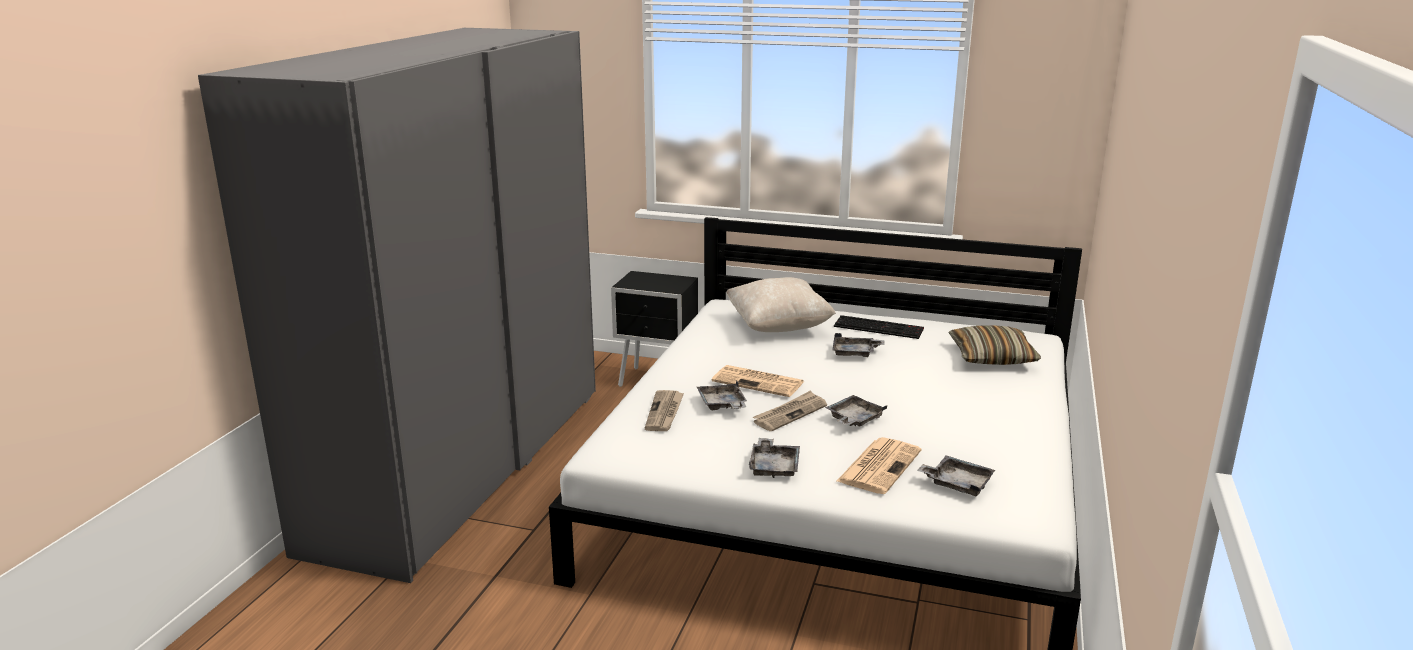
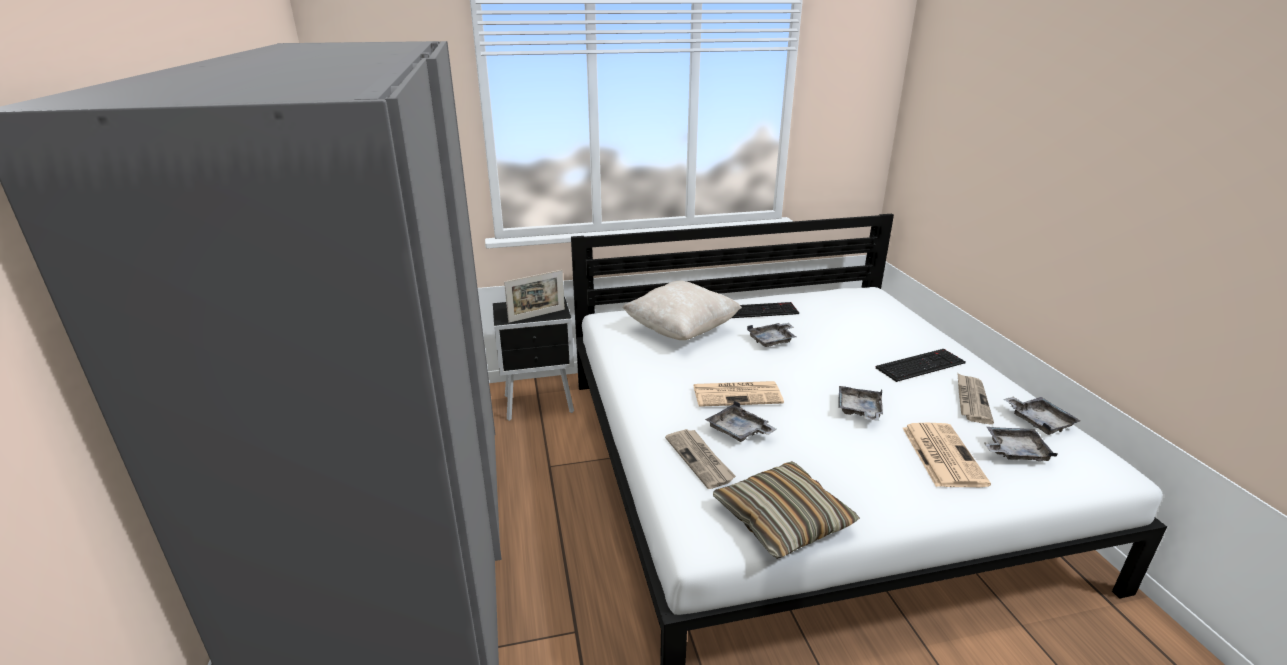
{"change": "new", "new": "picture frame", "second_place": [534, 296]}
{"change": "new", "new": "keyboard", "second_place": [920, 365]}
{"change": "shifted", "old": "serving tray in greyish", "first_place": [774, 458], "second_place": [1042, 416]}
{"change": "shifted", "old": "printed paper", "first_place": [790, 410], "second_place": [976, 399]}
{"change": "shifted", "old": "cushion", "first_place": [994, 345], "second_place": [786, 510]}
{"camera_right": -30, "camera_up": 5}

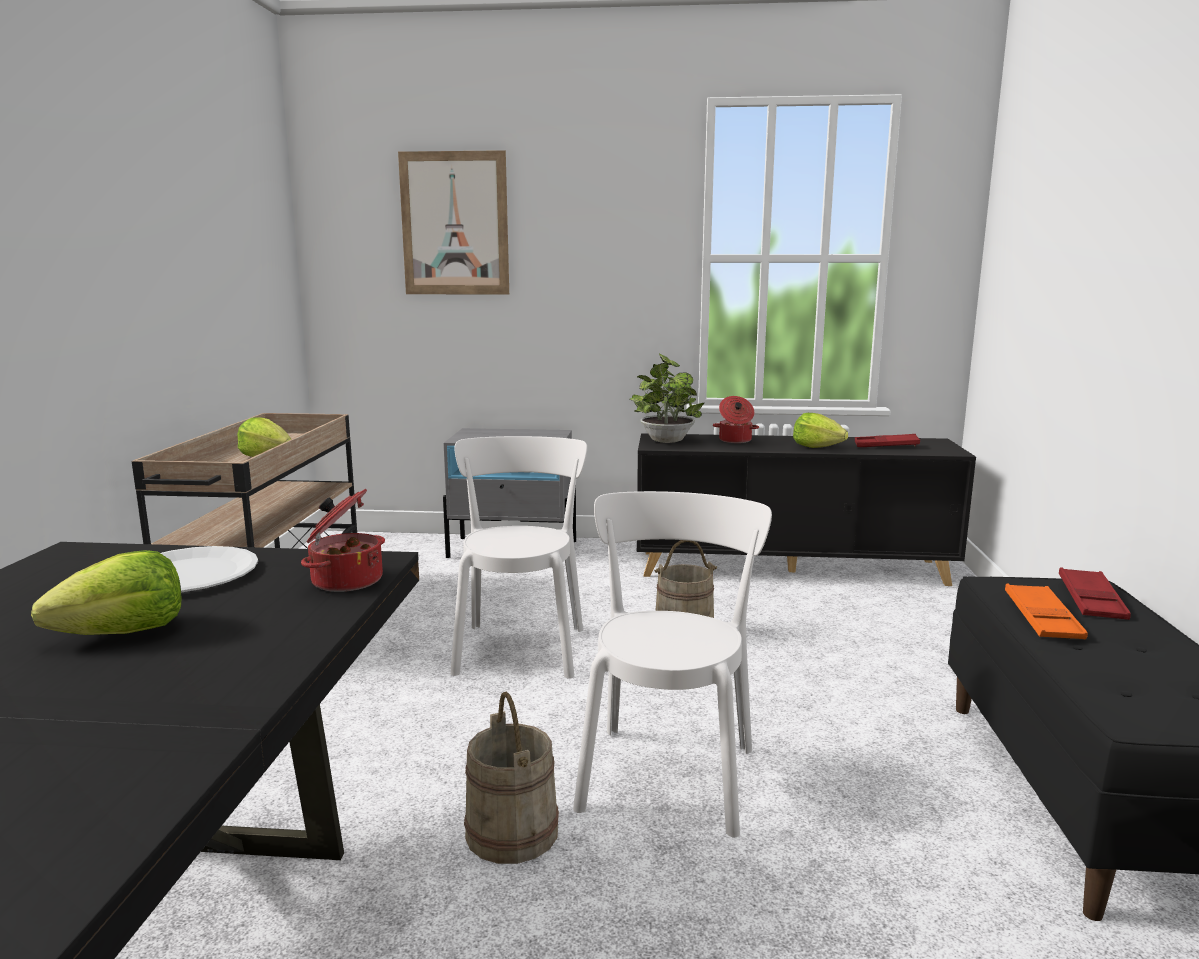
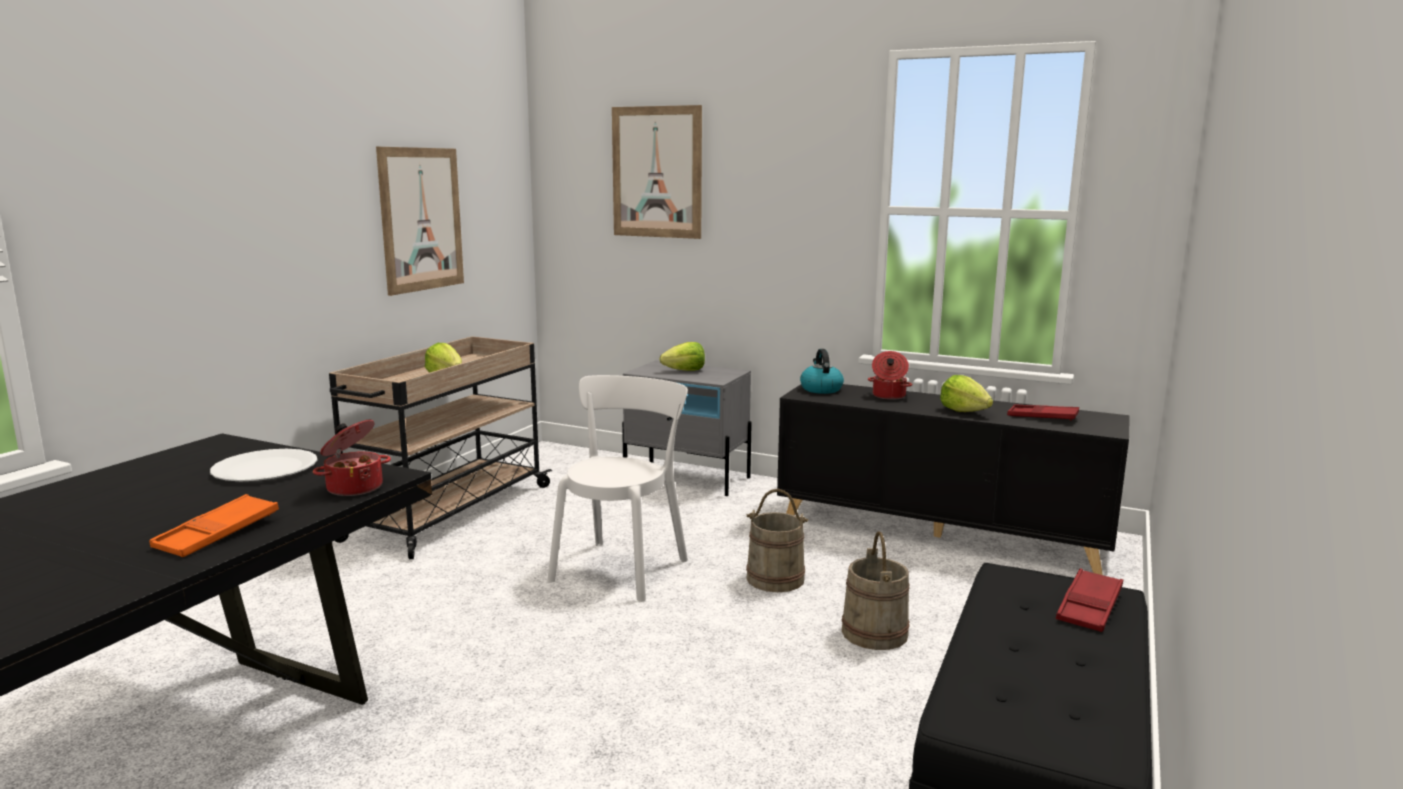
{"change": "gone", "old": "plain chair in white-coloured", "first_place": [672, 664]}
{"change": "new", "new": "wall picture", "second_place": [420, 221]}
{"change": "shifted", "old": "head of lettuce", "first_place": [106, 592], "second_place": [682, 356]}
{"change": "shifted", "old": "water bucket in beige-coloured", "first_place": [511, 778], "second_place": [875, 590]}
{"change": "shifted", "old": "serving tray in orangey", "first_place": [1046, 611], "second_place": [214, 525]}
{"change": "swapped", "old": "plant in a pot", "new": "tea kettle", "first_place": [667, 398], "second_place": [822, 371]}
{"camera_right": 20, "camera_up": 0}

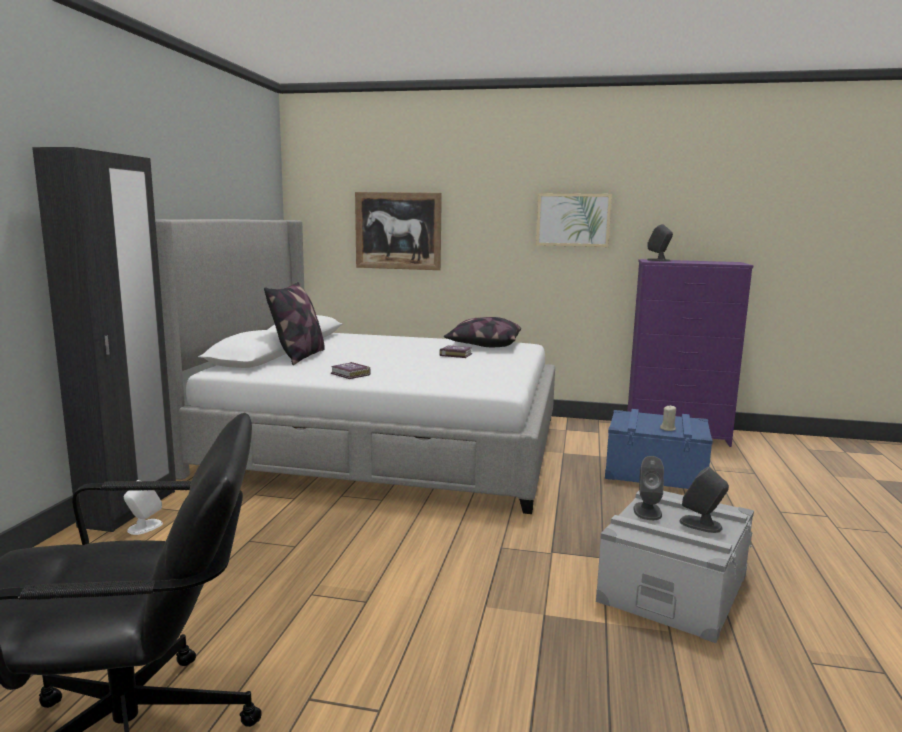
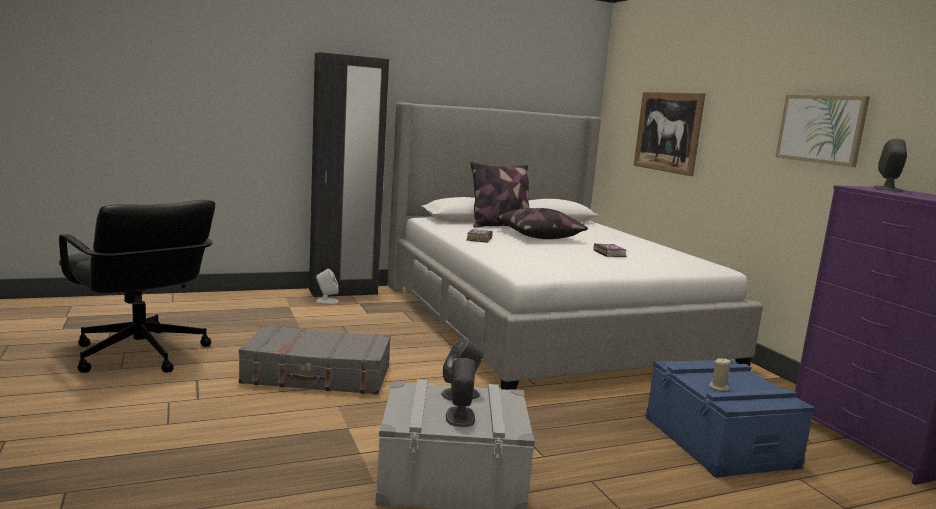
{"change": "new", "new": "piece of luggage in greyish", "second_place": [315, 360]}
{"change": "shifted", "old": "cushion", "first_place": [482, 332], "second_place": [541, 223]}
{"camera_right": 55, "camera_up": 0}

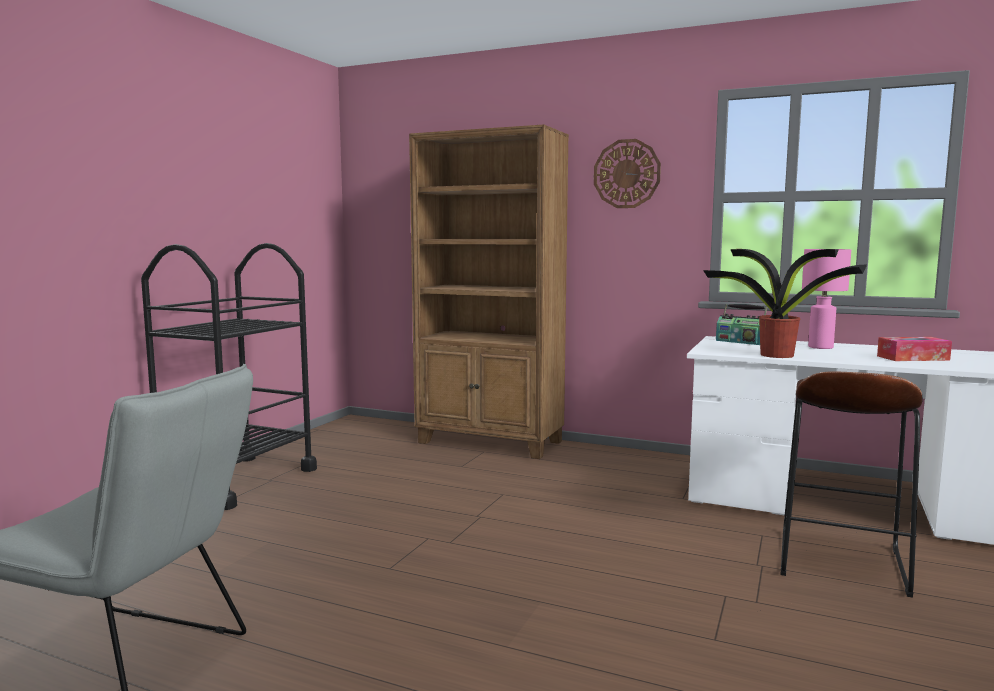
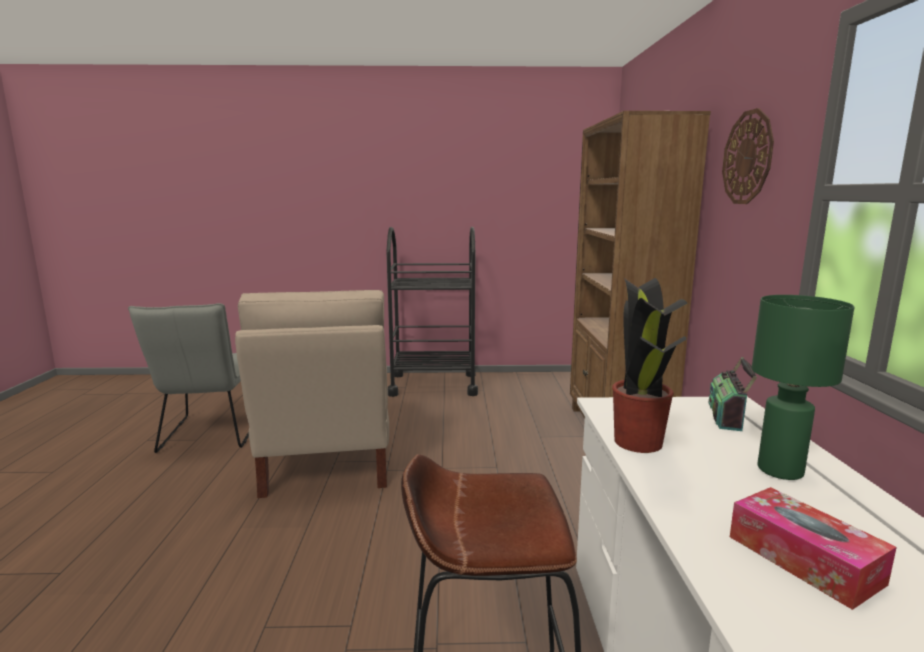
{"change": "new", "new": "plain chair in beige-coloured", "second_place": [312, 394]}
{"change": "repainted", "old": "lamp for a table in pinkish", "new": "lamp for a table in green", "first_place": [826, 299], "second_place": [803, 387]}
{"camera_right": 65, "camera_up": 5}

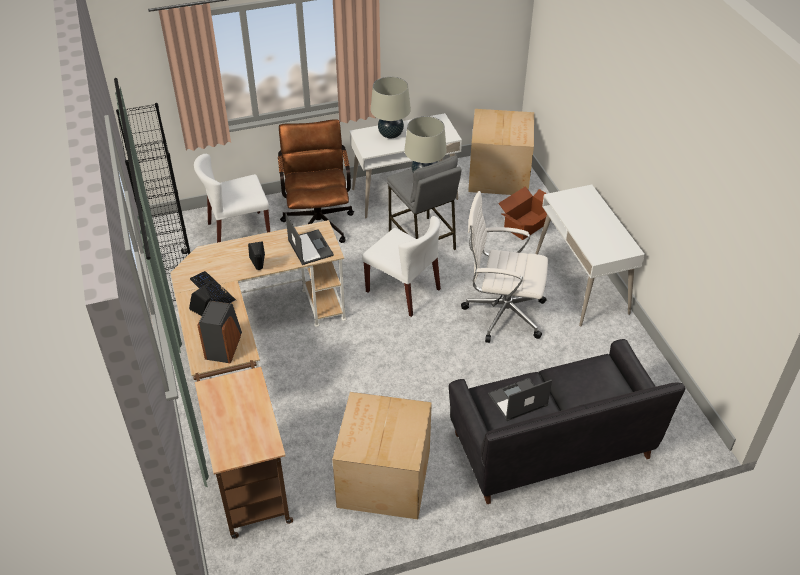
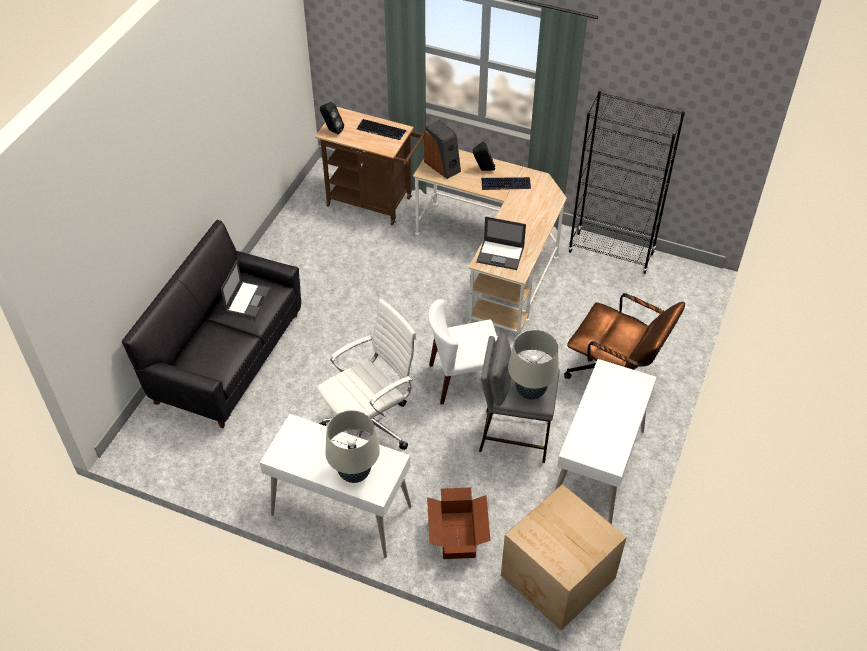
{"change": "gone", "old": "plain chair in white-coloured", "first_place": [232, 198]}
{"change": "gone", "old": "cardboard box", "first_place": [382, 455]}
{"change": "new", "new": "keyboard", "second_place": [381, 129]}
{"change": "shifted", "old": "audio speaker in black", "first_place": [256, 255], "second_place": [332, 118]}
{"change": "shifted", "old": "lamp for a table in beige-coloured", "first_place": [391, 107], "second_place": [352, 446]}
{"camera_right": 130, "camera_up": 5}

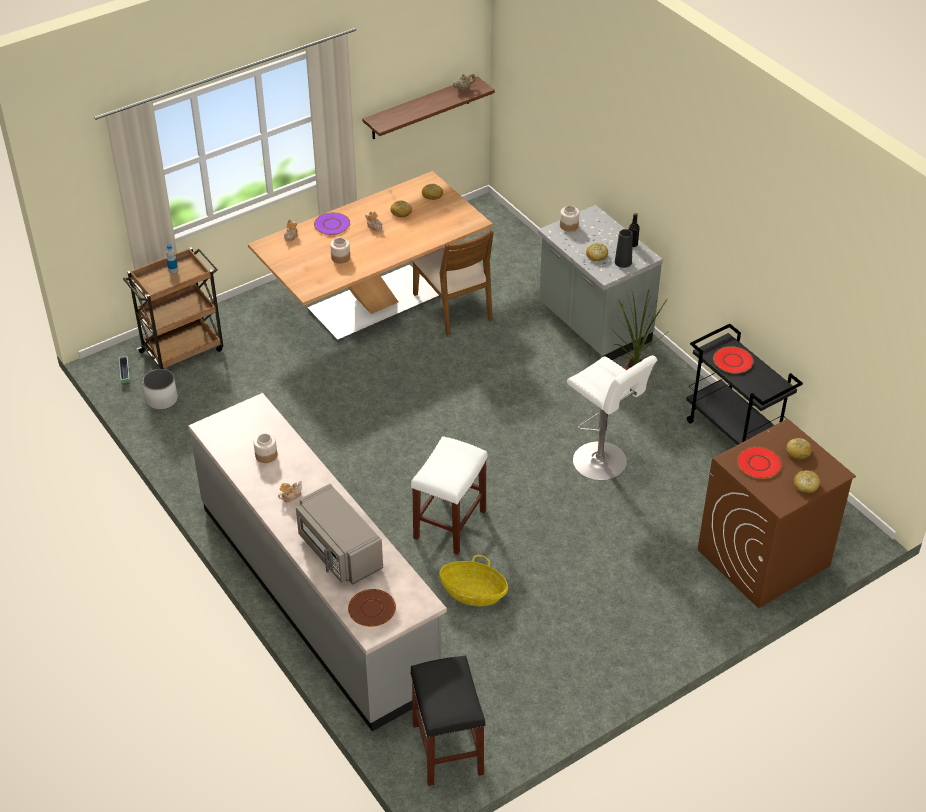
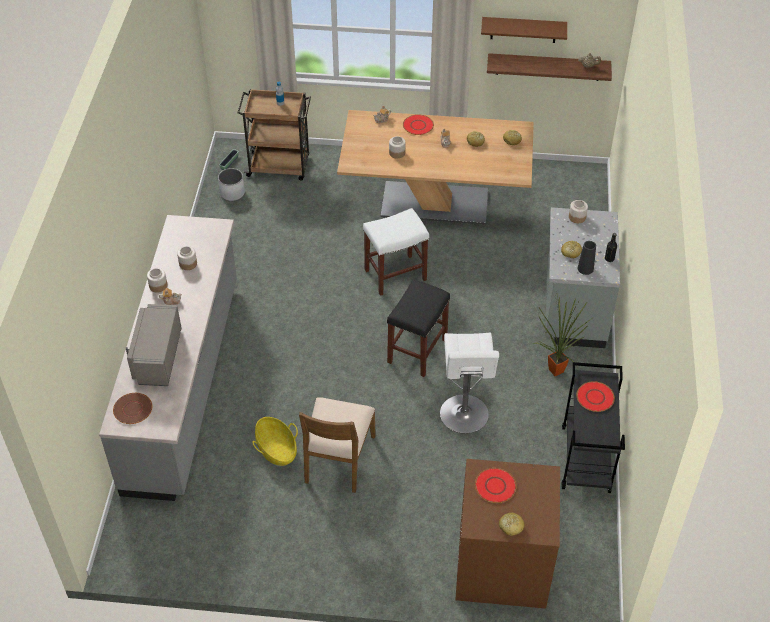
{"change": "gone", "old": "baked bread", "first_place": [799, 449]}
{"change": "new", "new": "storage jar", "second_place": [157, 280]}
{"change": "new", "new": "shelf in brown", "second_place": [524, 30]}
{"change": "shifted", "old": "stool in black", "first_place": [448, 721], "second_place": [418, 328]}
{"change": "shifted", "old": "stool in white-coloured", "first_place": [449, 495], "second_place": [396, 252]}
{"change": "shifted", "old": "plain chair in brown", "first_place": [453, 283], "second_place": [337, 445]}
{"change": "repainted", "old": "plate in purple", "new": "plate in red", "first_place": [332, 223], "second_place": [418, 124]}
{"camera_right": 40, "camera_up": 5}

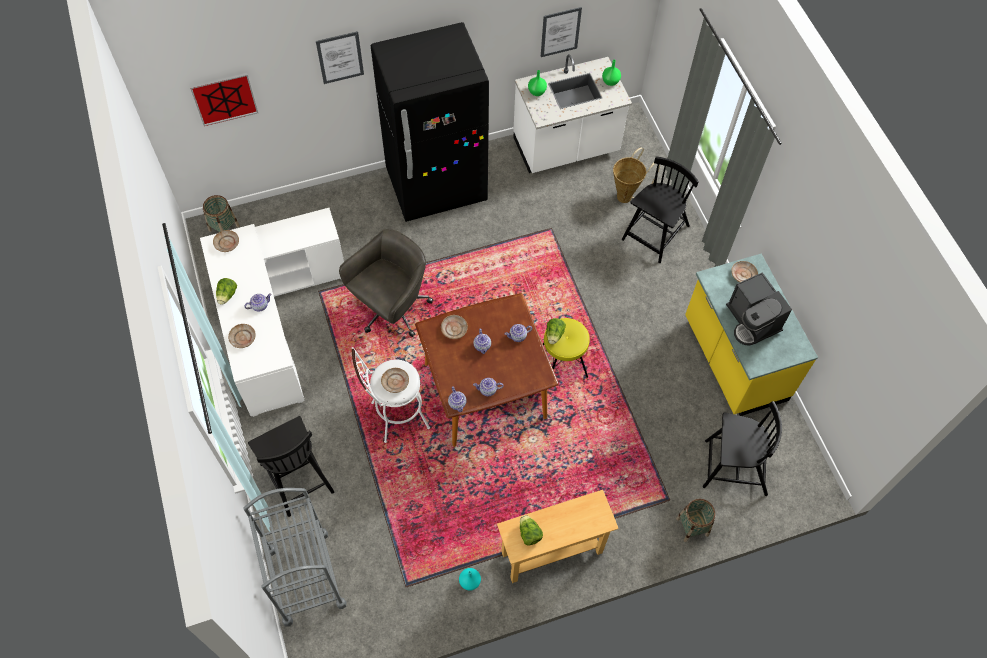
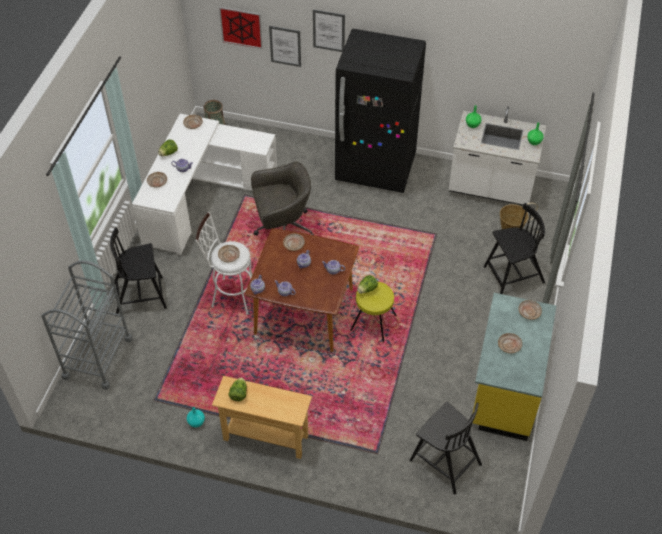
{"change": "gone", "old": "storage basket", "first_place": [695, 520]}
{"change": "shifted", "old": "wall picture", "first_place": [561, 32], "second_place": [285, 46]}
{"change": "swapped", "old": "coffee brewer", "new": "plate in beige-coloured", "first_place": [759, 308], "second_place": [510, 343]}
{"change": "rotated", "old": "plain chair in black", "first_place": [291, 466], "second_place": [138, 270], "degrees": 75}
{"camera_right": 35, "camera_up": -10}

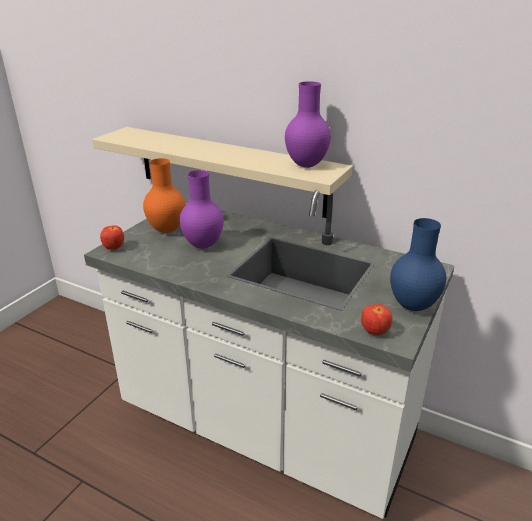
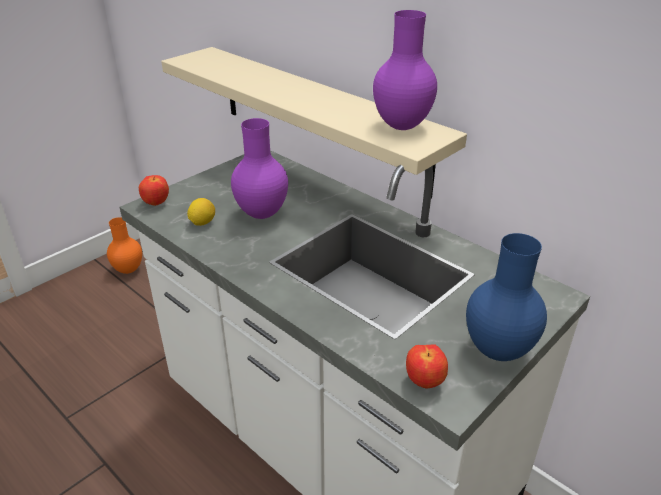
{"change": "new", "new": "lemon", "second_place": [201, 212]}
{"change": "shifted", "old": "decorative vase in orangey", "first_place": [164, 195], "second_place": [124, 245]}
{"camera_right": 15, "camera_up": 5}

